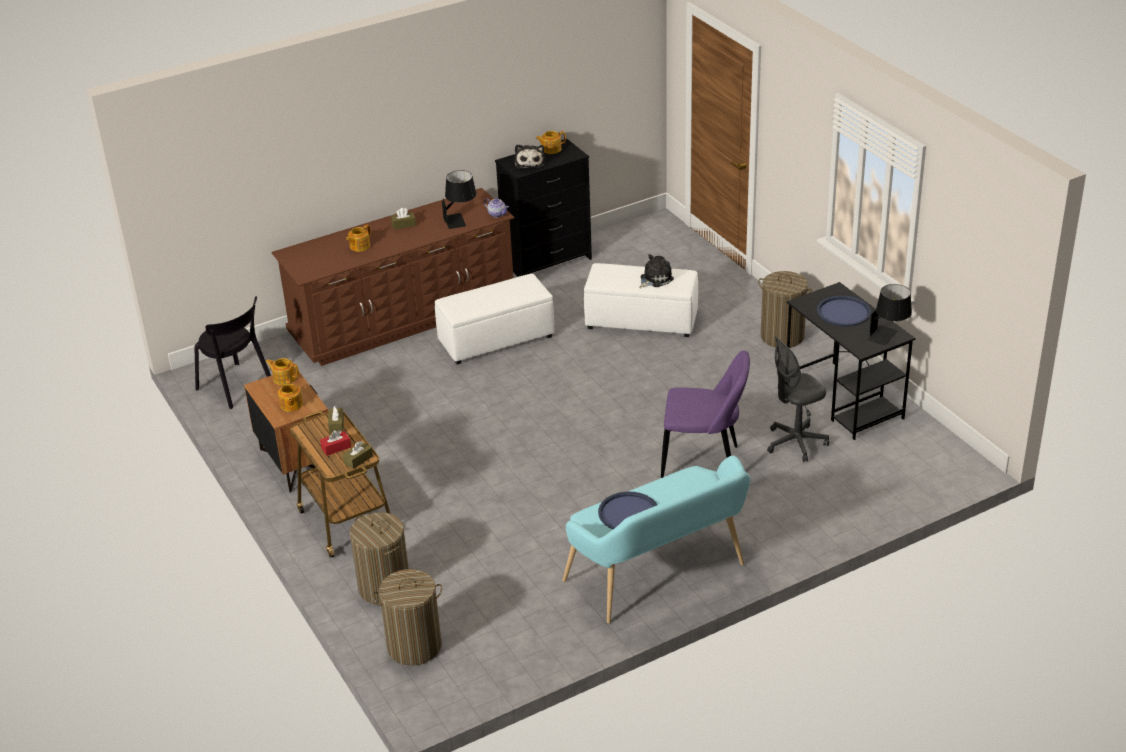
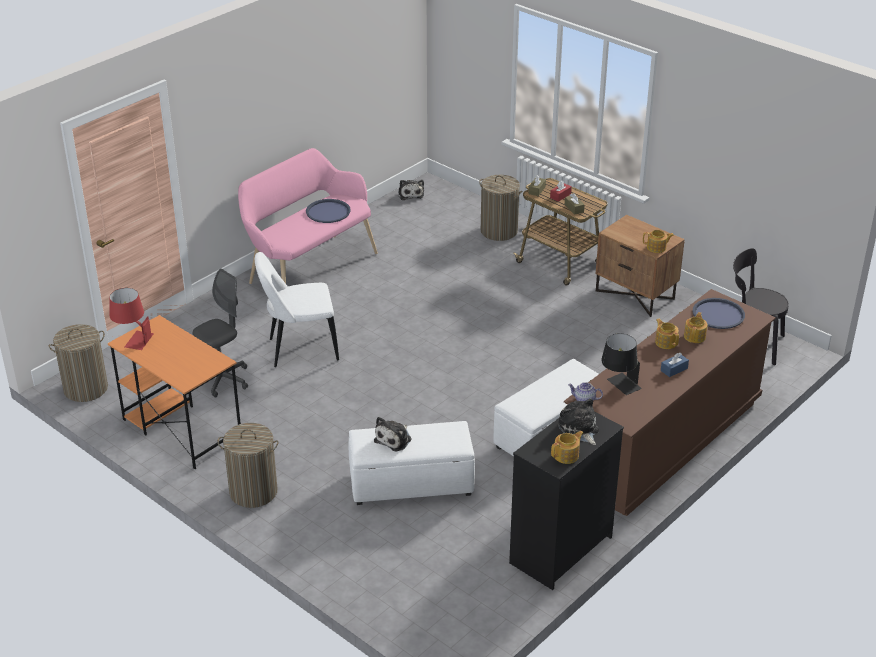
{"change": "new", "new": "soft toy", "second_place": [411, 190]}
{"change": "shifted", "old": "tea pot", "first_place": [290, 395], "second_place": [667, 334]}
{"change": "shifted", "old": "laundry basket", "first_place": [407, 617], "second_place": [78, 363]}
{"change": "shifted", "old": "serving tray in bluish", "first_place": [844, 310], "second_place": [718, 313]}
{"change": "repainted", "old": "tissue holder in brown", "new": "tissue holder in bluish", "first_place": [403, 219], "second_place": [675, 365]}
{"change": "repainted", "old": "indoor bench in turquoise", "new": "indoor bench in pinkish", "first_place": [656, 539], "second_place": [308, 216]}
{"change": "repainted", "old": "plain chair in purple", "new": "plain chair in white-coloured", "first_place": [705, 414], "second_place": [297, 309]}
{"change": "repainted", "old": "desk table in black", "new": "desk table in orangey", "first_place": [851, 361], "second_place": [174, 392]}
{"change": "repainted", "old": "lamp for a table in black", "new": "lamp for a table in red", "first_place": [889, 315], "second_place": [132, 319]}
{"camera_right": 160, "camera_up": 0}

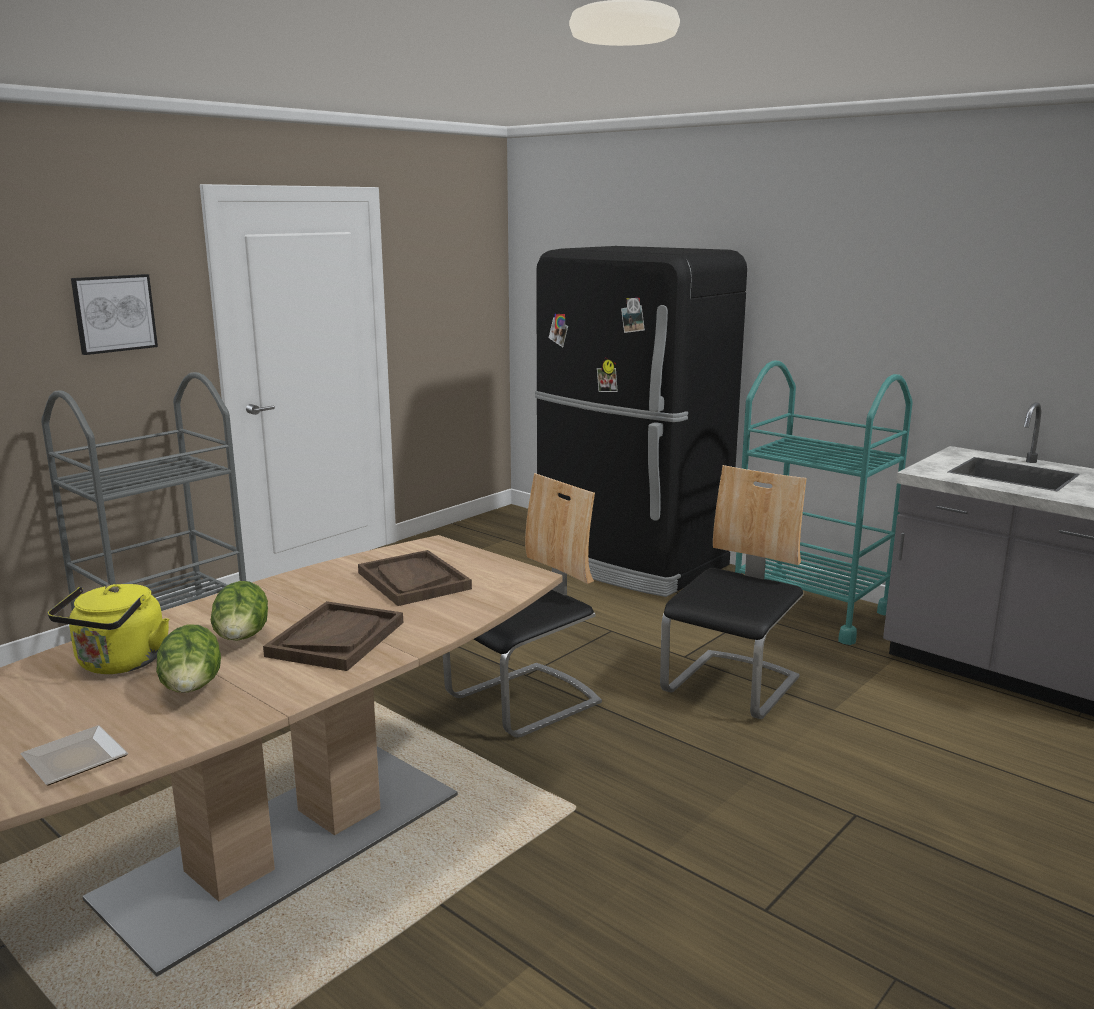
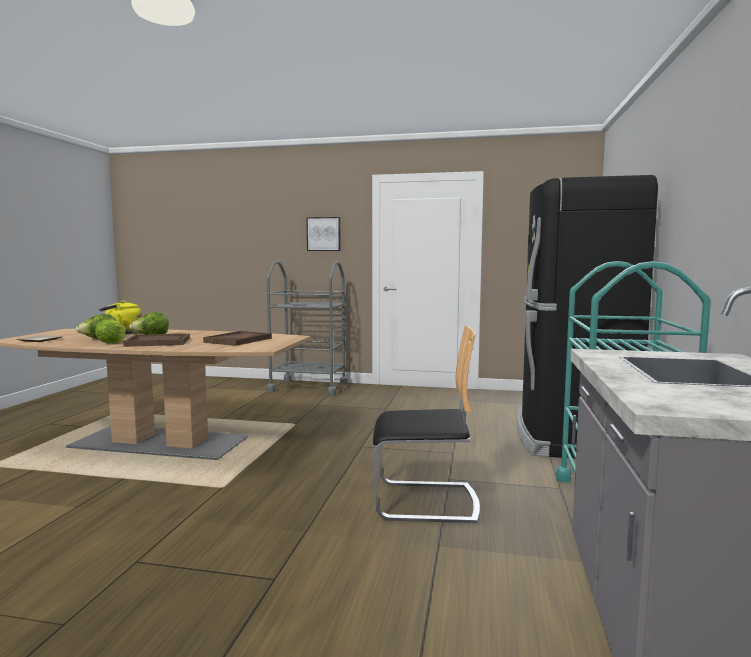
{"change": "gone", "old": "plain chair", "first_place": [522, 605]}
{"change": "new", "new": "head of lettuce", "second_place": [110, 331]}
{"camera_right": 60, "camera_up": -10}

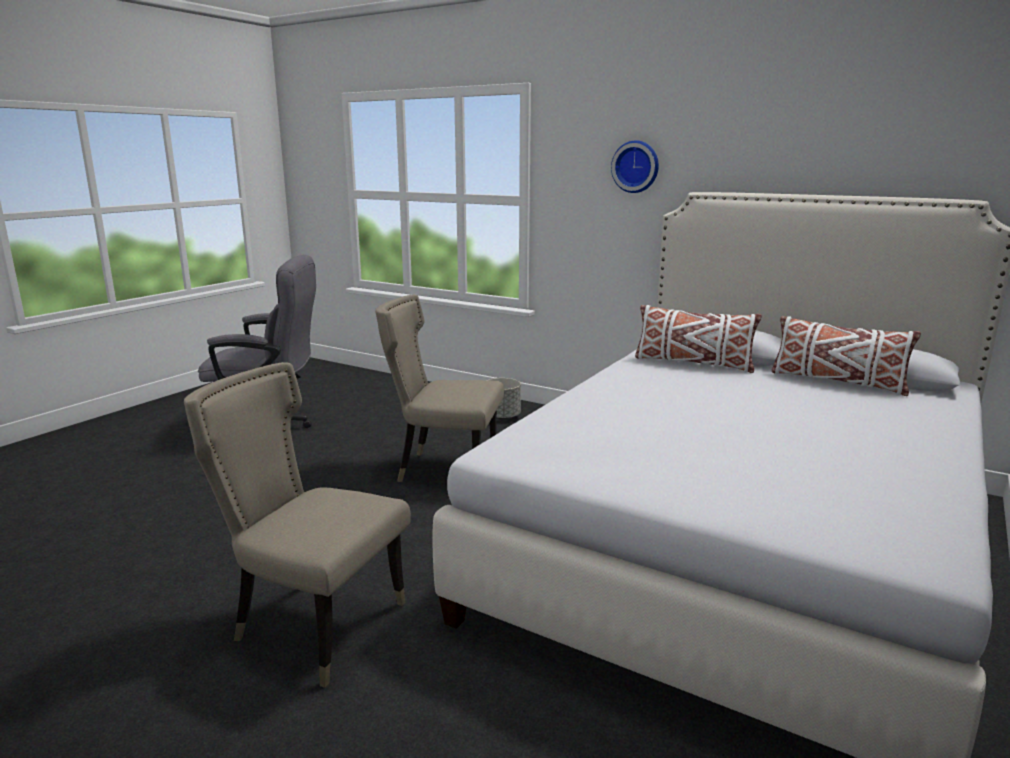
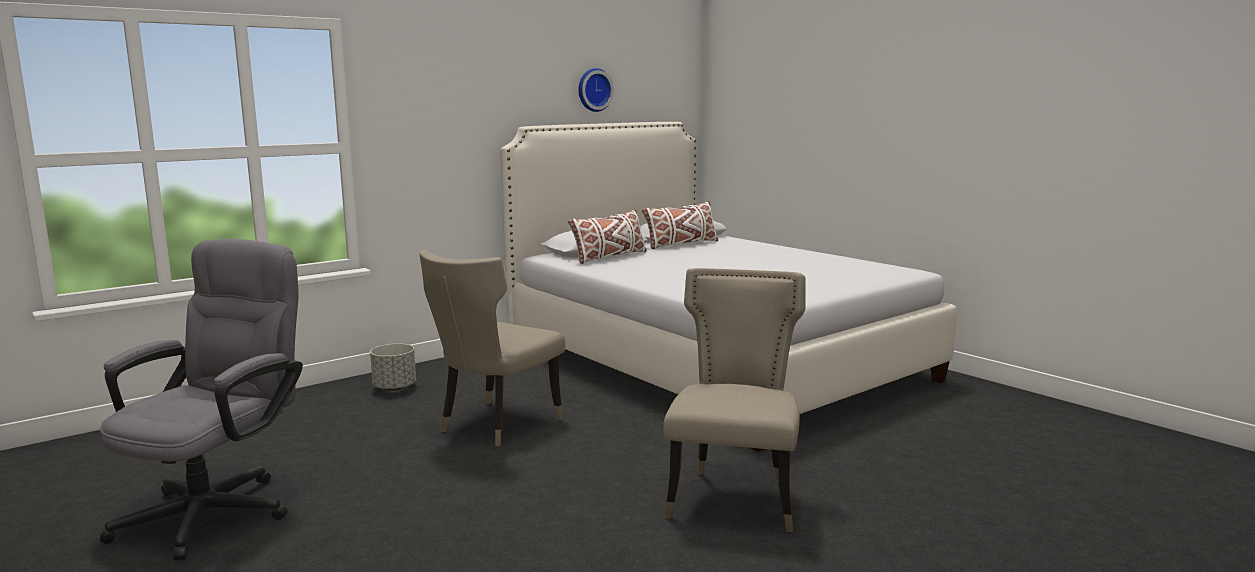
{"change": "shifted", "old": "clock on the wall", "first_place": [635, 166], "second_place": [596, 90]}
{"change": "rotated", "old": "plain chair in beige-coloured", "first_place": [297, 525], "second_place": [734, 400], "degrees": 150}
{"camera_right": -70, "camera_up": -5}

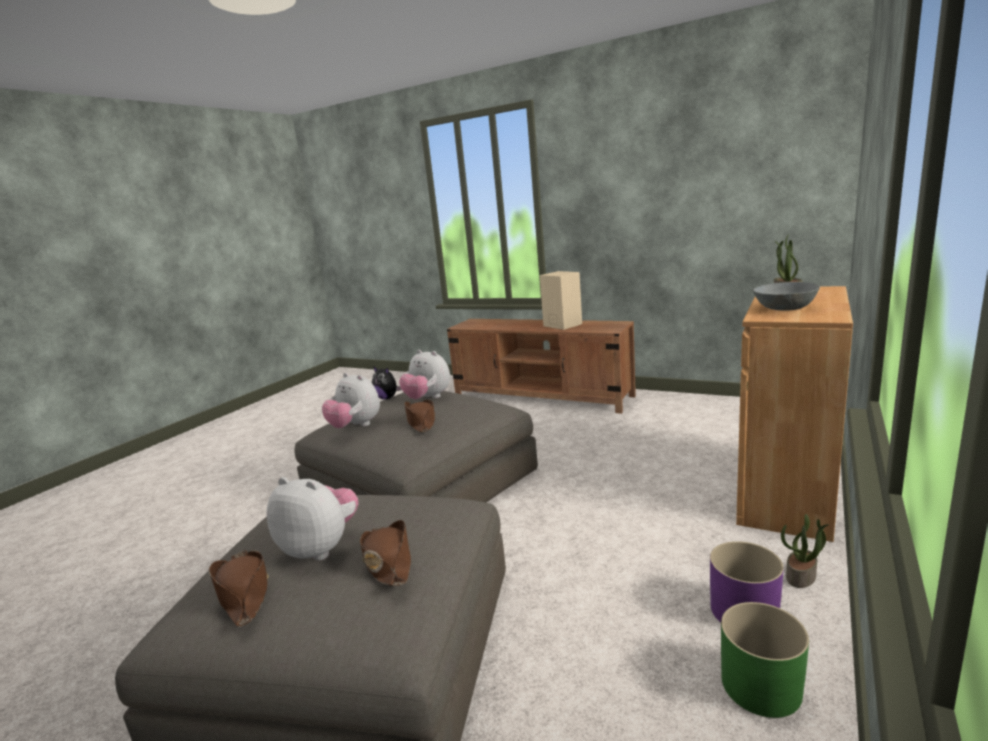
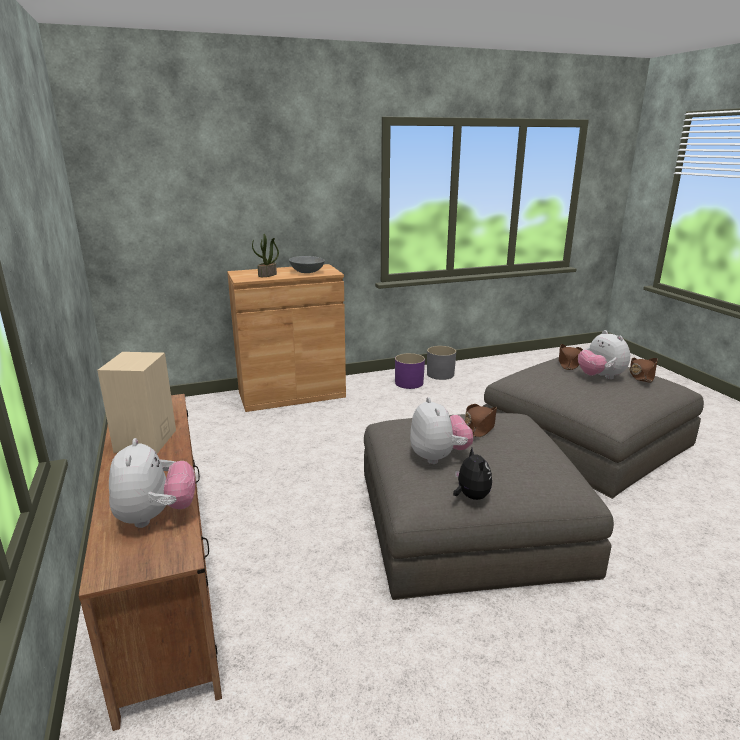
{"change": "gone", "old": "plant in a pot", "first_place": [805, 551]}
{"change": "shifted", "old": "soft toy", "first_place": [351, 400], "second_place": [152, 483]}
{"change": "repainted", "old": "flower pot in green", "new": "flower pot in greyish", "first_place": [765, 660], "second_place": [441, 363]}
{"camera_right": -140, "camera_up": 5}

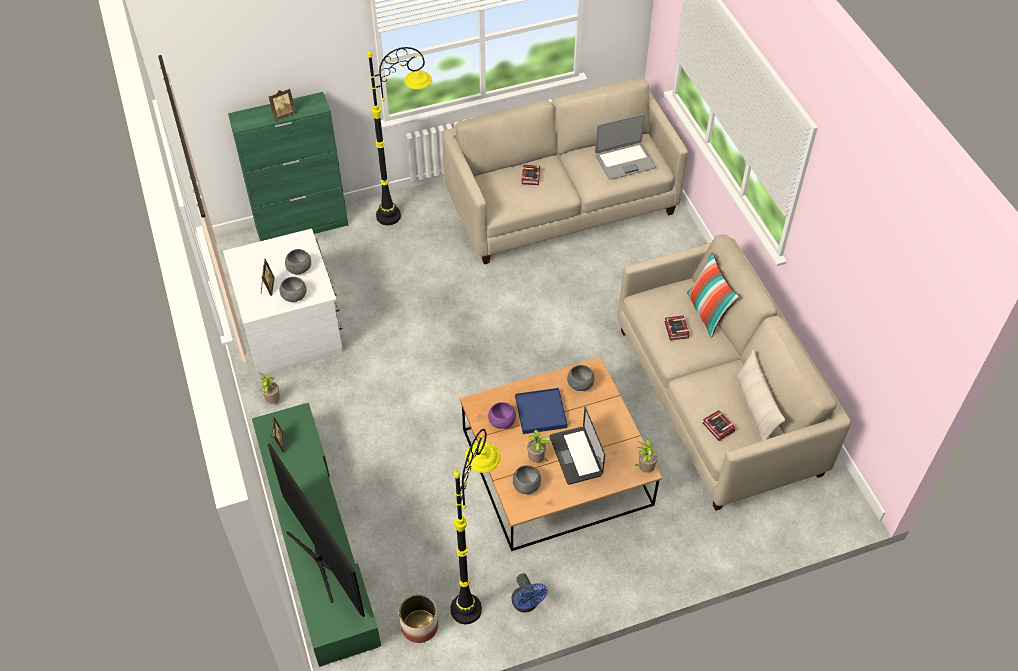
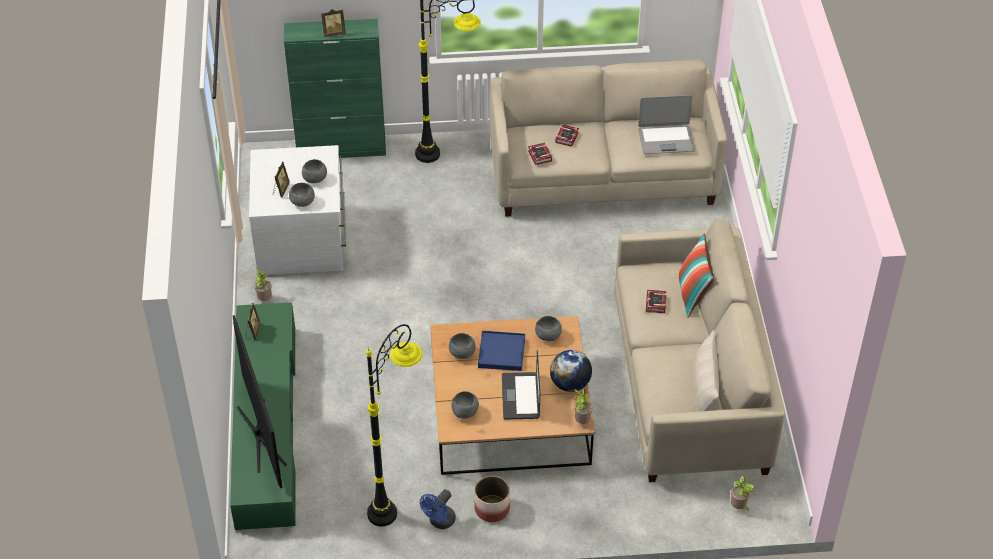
{"change": "new", "new": "globe", "second_place": [571, 371]}
{"change": "shifted", "old": "flower pot", "first_place": [418, 618], "second_place": [492, 499]}
{"change": "shifted", "old": "plant in a pot", "first_place": [539, 446], "second_place": [743, 493]}
{"change": "shifted", "old": "book", "first_place": [719, 425], "second_place": [540, 154]}
{"change": "repainted", "old": "serving bowl in purple", "new": "serving bowl in greyish", "first_place": [502, 415], "second_place": [462, 346]}
{"change": "rotated", "old": "electric fan in bluish", "first_place": [530, 592], "second_place": [438, 509], "degrees": 45}
{"camera_right": 15, "camera_up": -5}

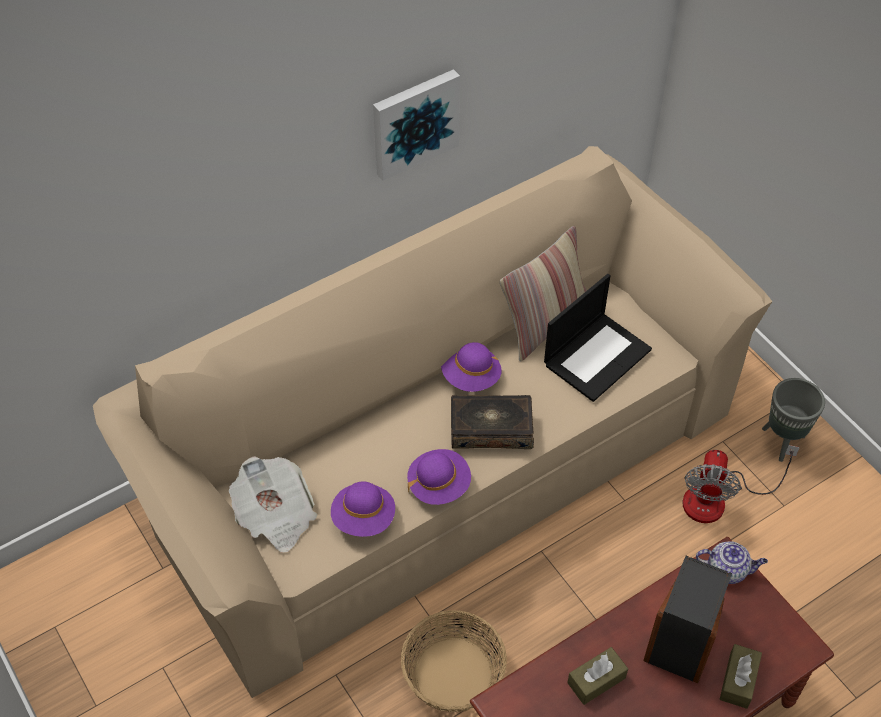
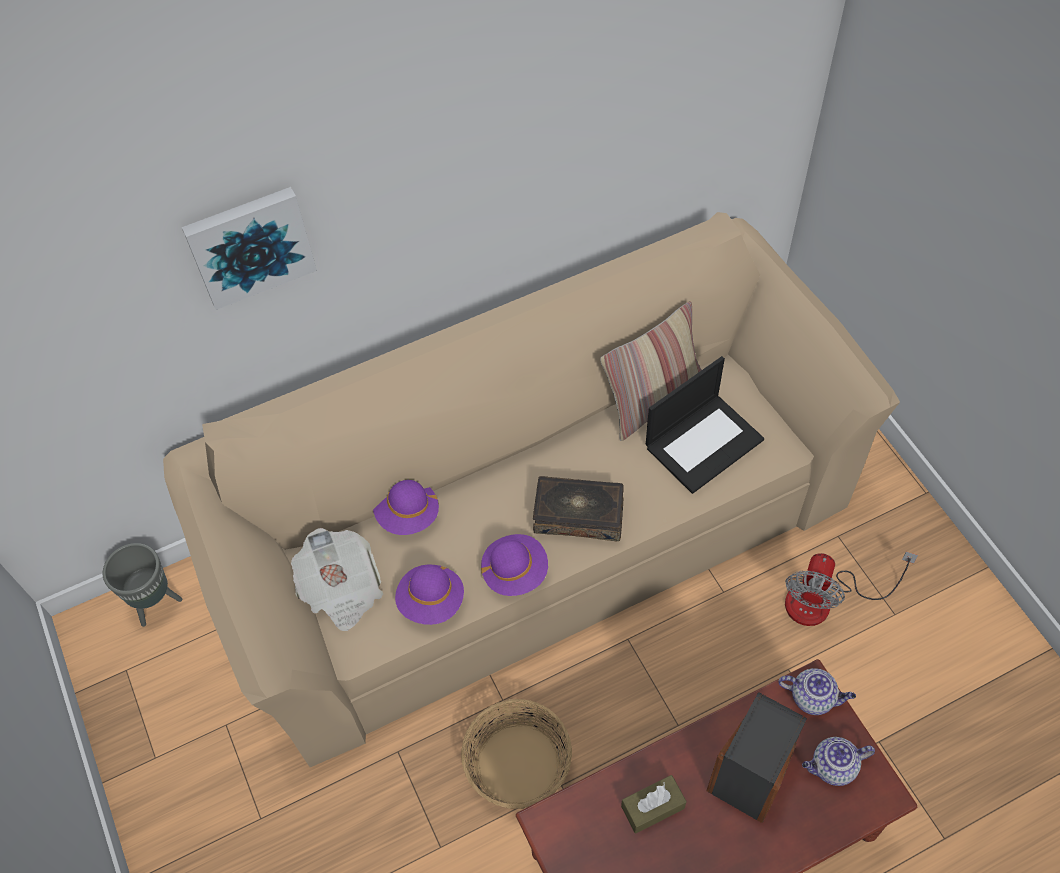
{"change": "gone", "old": "tissue holder in brown", "first_place": [741, 676]}
{"change": "new", "new": "tea pot", "second_place": [838, 761]}
{"change": "shifted", "old": "wall picture", "first_place": [416, 125], "second_place": [249, 248]}
{"change": "shifted", "old": "wearable hat in purple", "first_place": [471, 367], "second_place": [406, 507]}
{"change": "shifted", "old": "flower pot in greyish", "first_place": [793, 420], "second_place": [143, 585]}
{"camera_right": 10, "camera_up": 5}

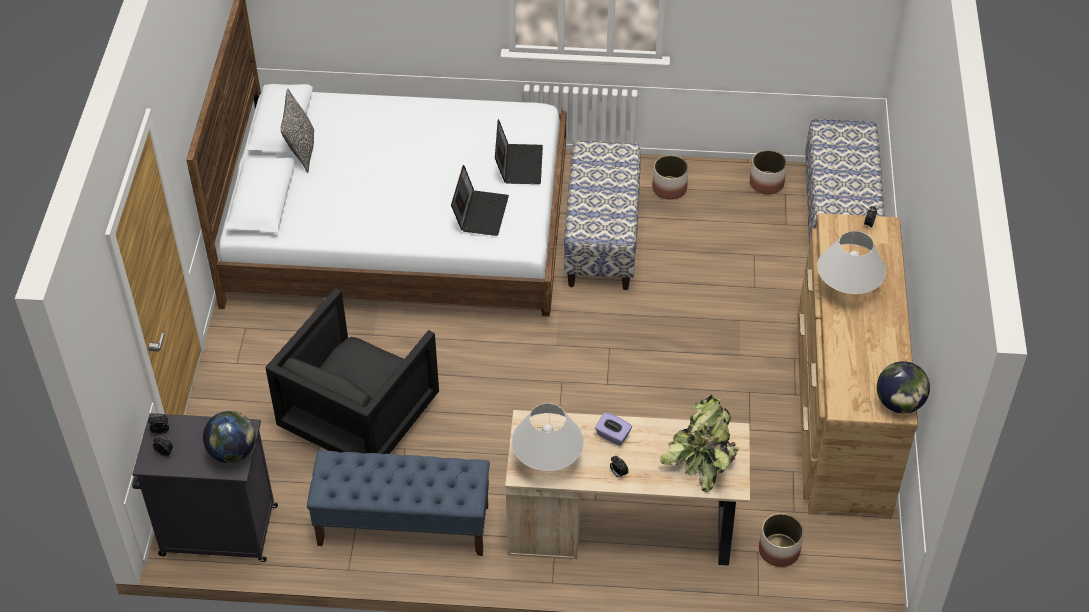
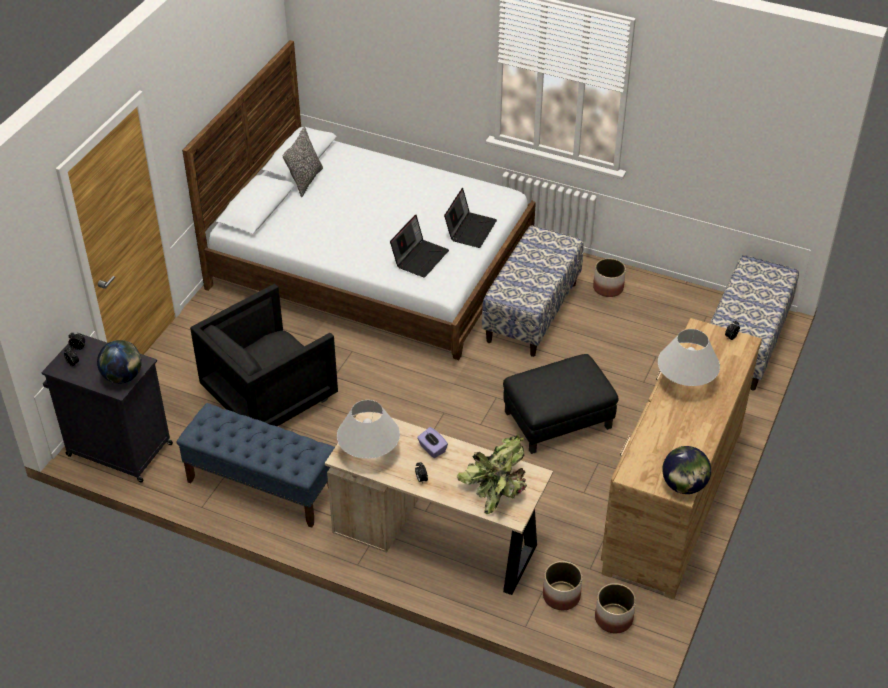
{"change": "new", "new": "footrest in black", "second_place": [560, 404]}
{"change": "shifted", "old": "flower pot", "first_place": [768, 172], "second_place": [615, 608]}
{"camera_right": 20, "camera_up": -5}

